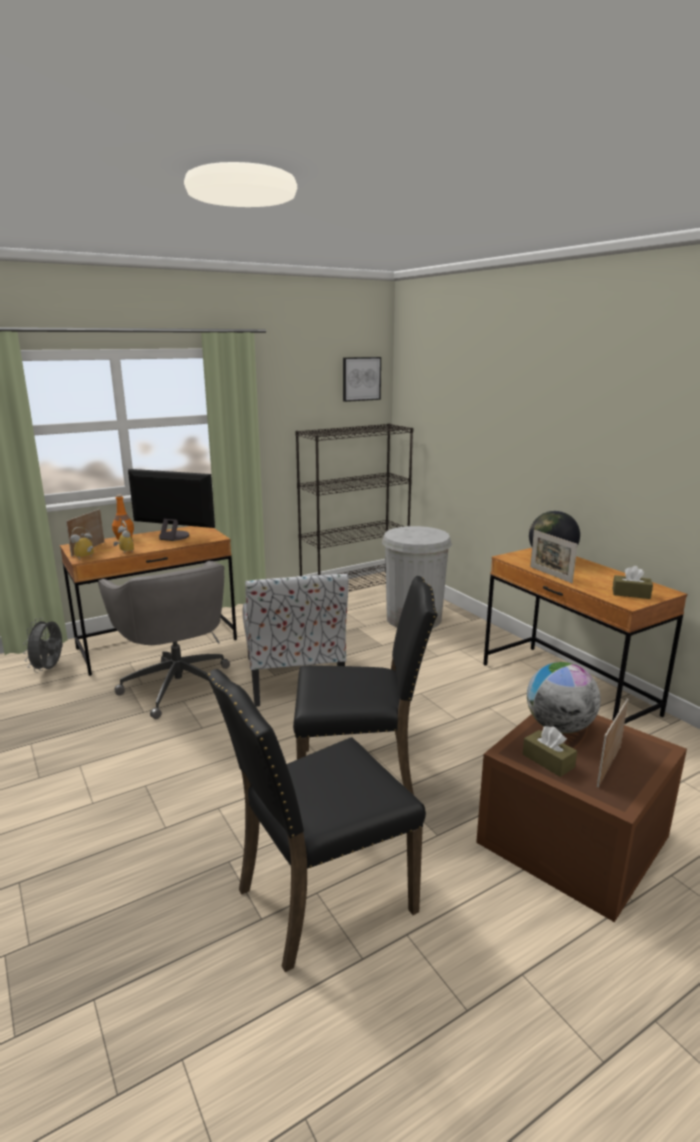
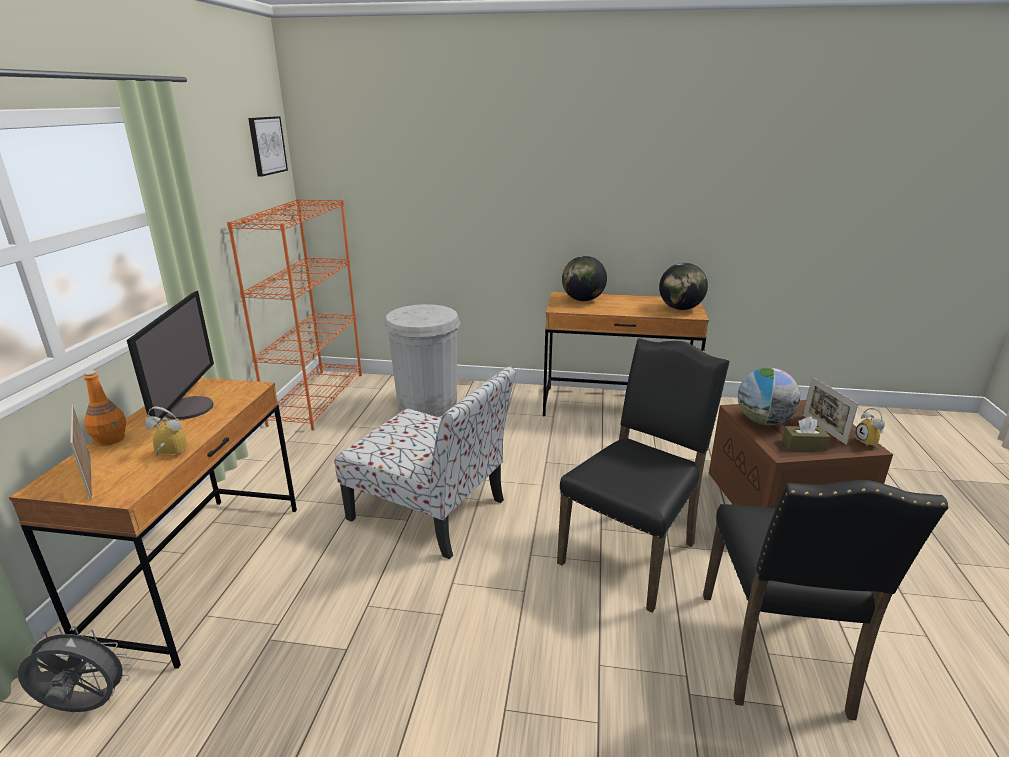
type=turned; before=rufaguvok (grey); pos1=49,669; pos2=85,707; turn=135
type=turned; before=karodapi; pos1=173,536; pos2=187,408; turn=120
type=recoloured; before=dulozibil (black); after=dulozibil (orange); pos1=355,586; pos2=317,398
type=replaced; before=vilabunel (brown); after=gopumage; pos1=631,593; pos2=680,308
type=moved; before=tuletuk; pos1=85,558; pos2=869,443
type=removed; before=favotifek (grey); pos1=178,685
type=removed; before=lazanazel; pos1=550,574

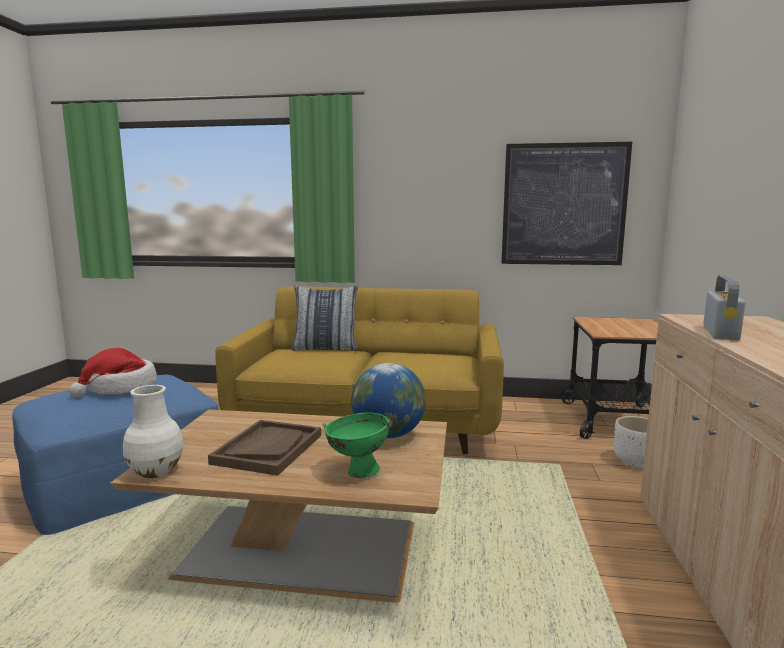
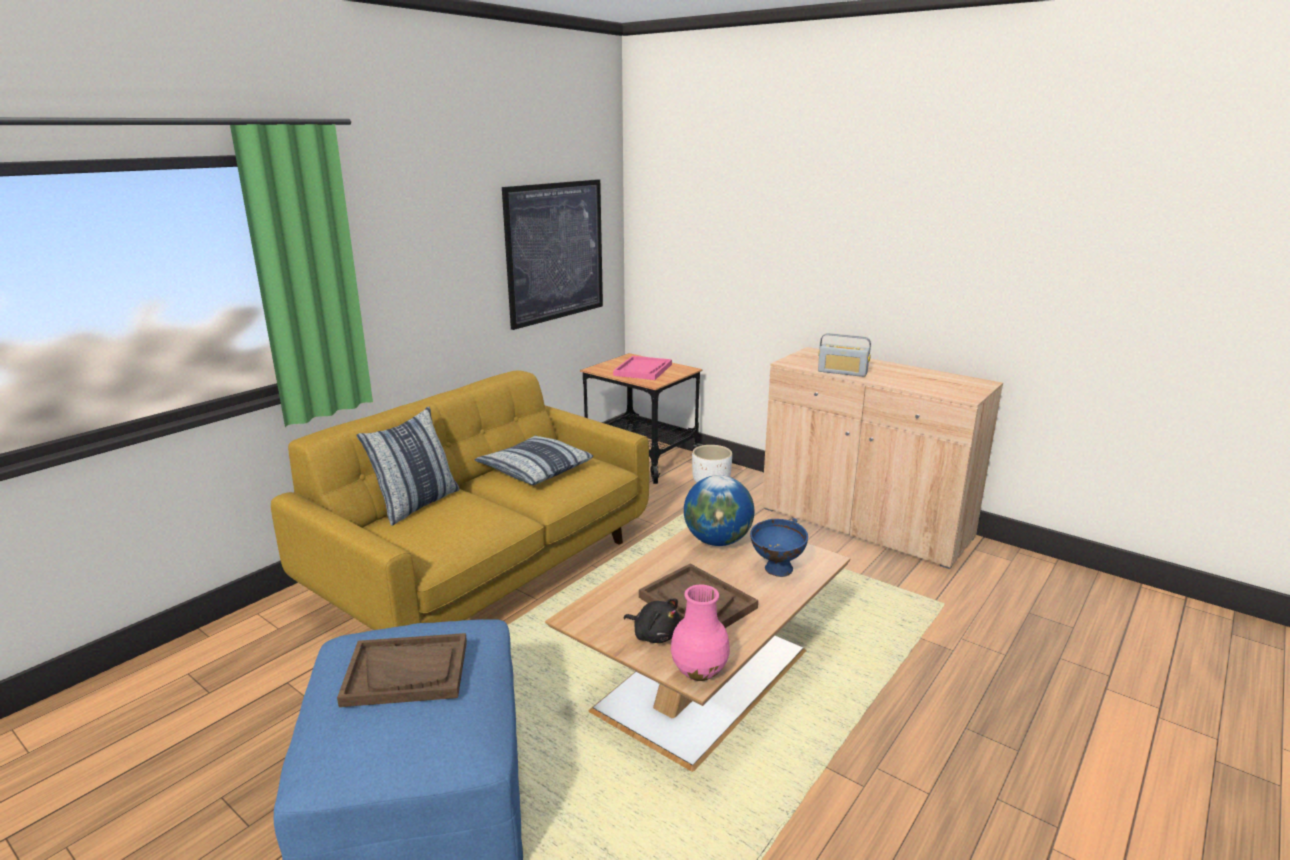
type=replaced; before=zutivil; after=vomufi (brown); pos1=120,388; pos2=407,672
type=added; after=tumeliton; pos2=535,470
type=added; after=vomufi (pink); pos2=643,370
type=added; after=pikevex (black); pos2=655,635
type=recoloured; before=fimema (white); after=fimema (pink); pos1=155,471; pos2=698,671
type=recoloured; before=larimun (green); after=larimun (blue); pos1=356,471; pos2=776,572
type=turned; before=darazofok; pos1=720,332; pos2=842,372; turn=150

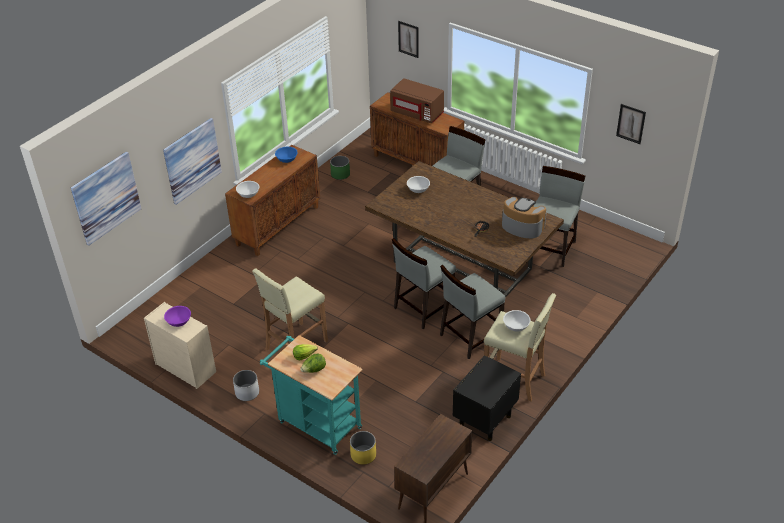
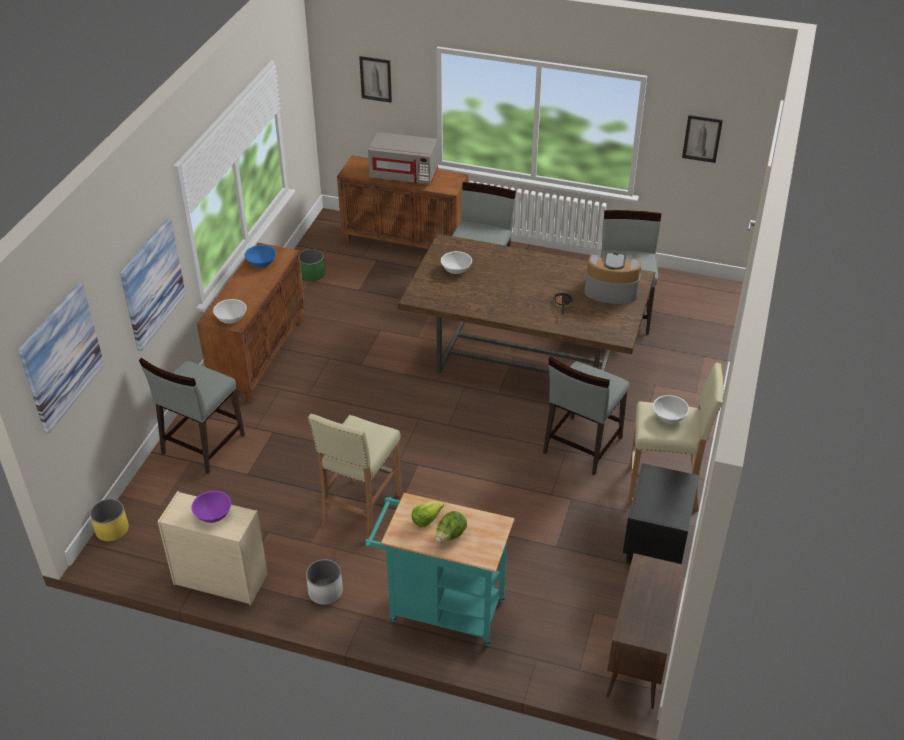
type=moved; before=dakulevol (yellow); pos1=363,455; pos2=112,530
type=moved; before=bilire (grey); pos1=423,307; pos2=202,445
type=recoloured; before=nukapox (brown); after=nukapox (grey); pos1=417,113; pos2=404,175

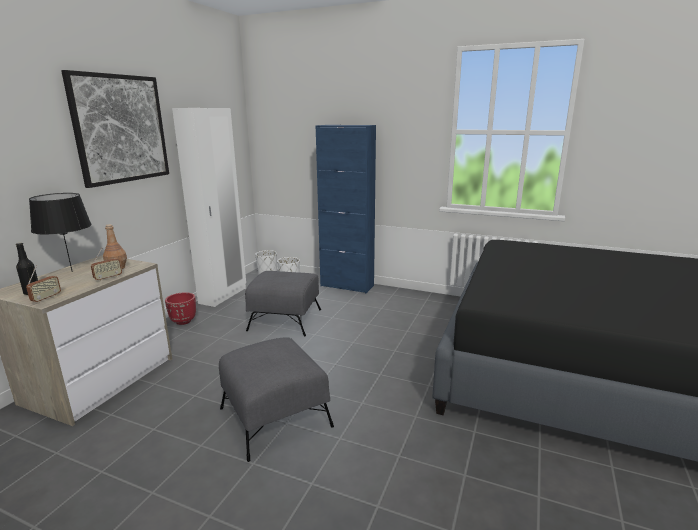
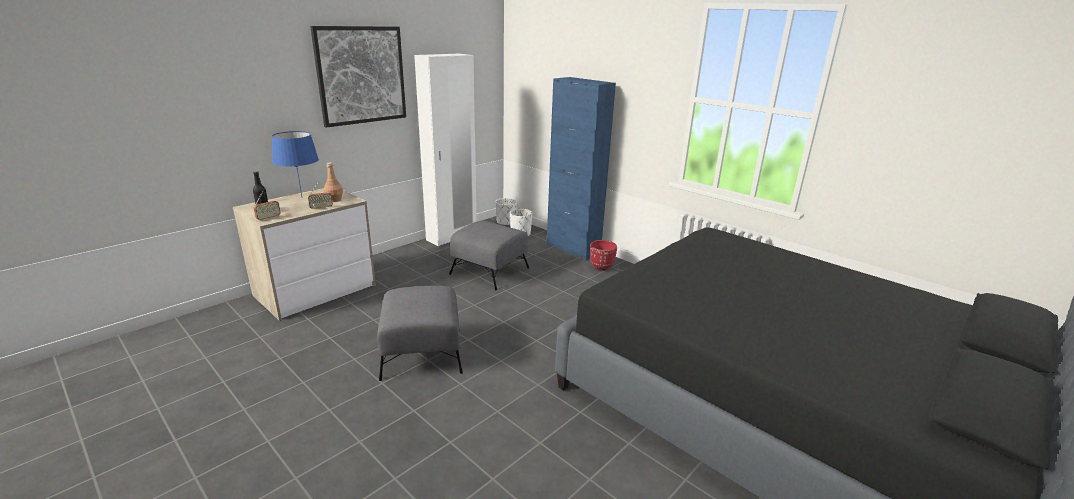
type=recoloured; before=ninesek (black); after=ninesek (blue); pos1=71,271; pos2=301,197
type=moved; before=dakulevol (red); pos1=183,321; pos2=601,267

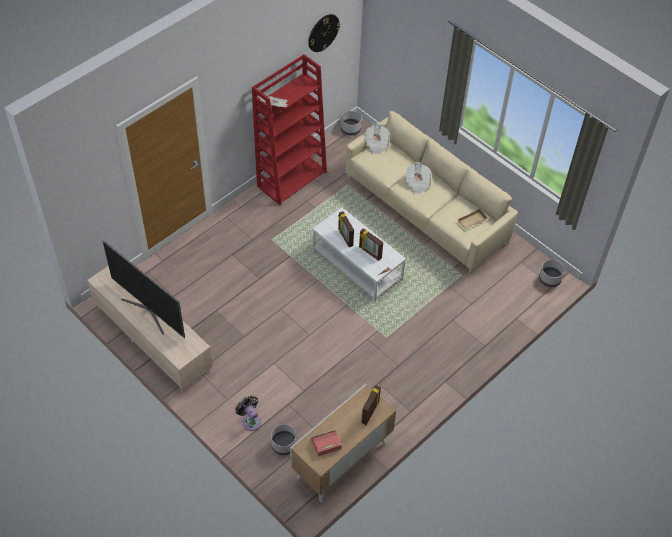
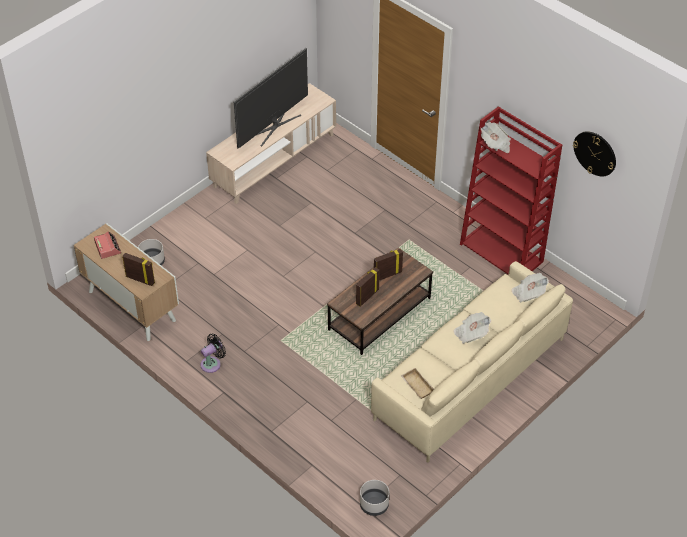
type=moved; before=rufaguvok (black); pos1=250,421; pos2=212,363
type=recoloured; before=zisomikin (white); after=zisomikin (brown); pos1=358,265; pos2=379,314
type=removed; before=dakulevol (grey); pos1=350,129

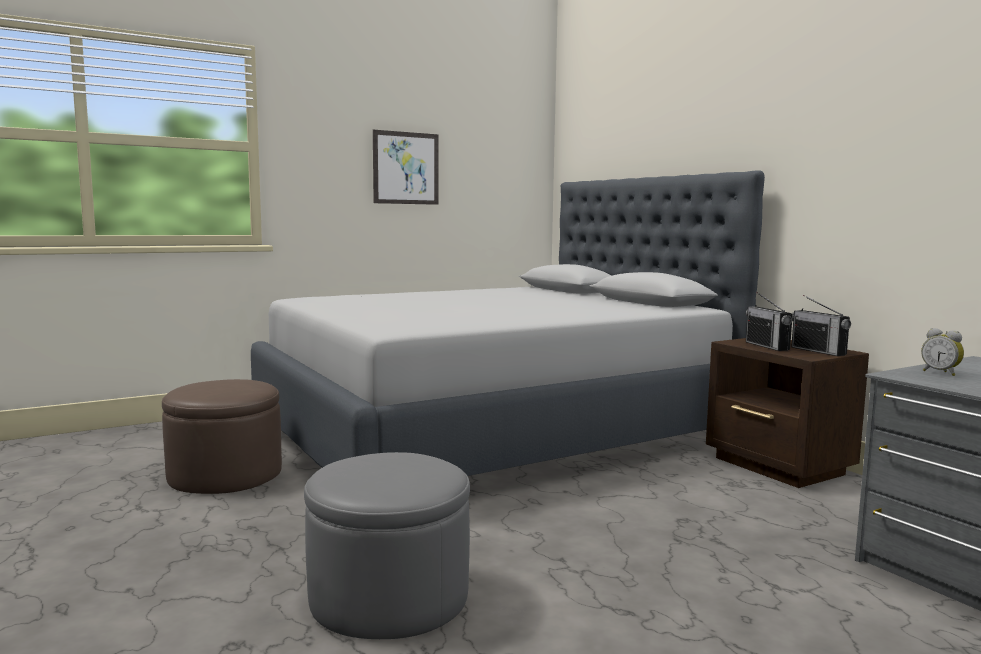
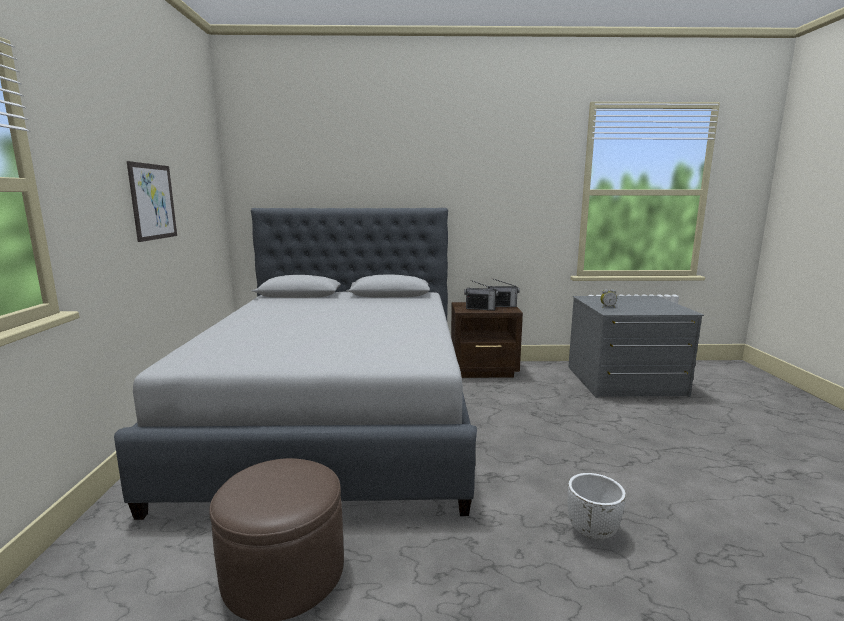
type=replaced; before=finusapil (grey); after=dakulevol (white); pos1=389,596; pos2=592,532

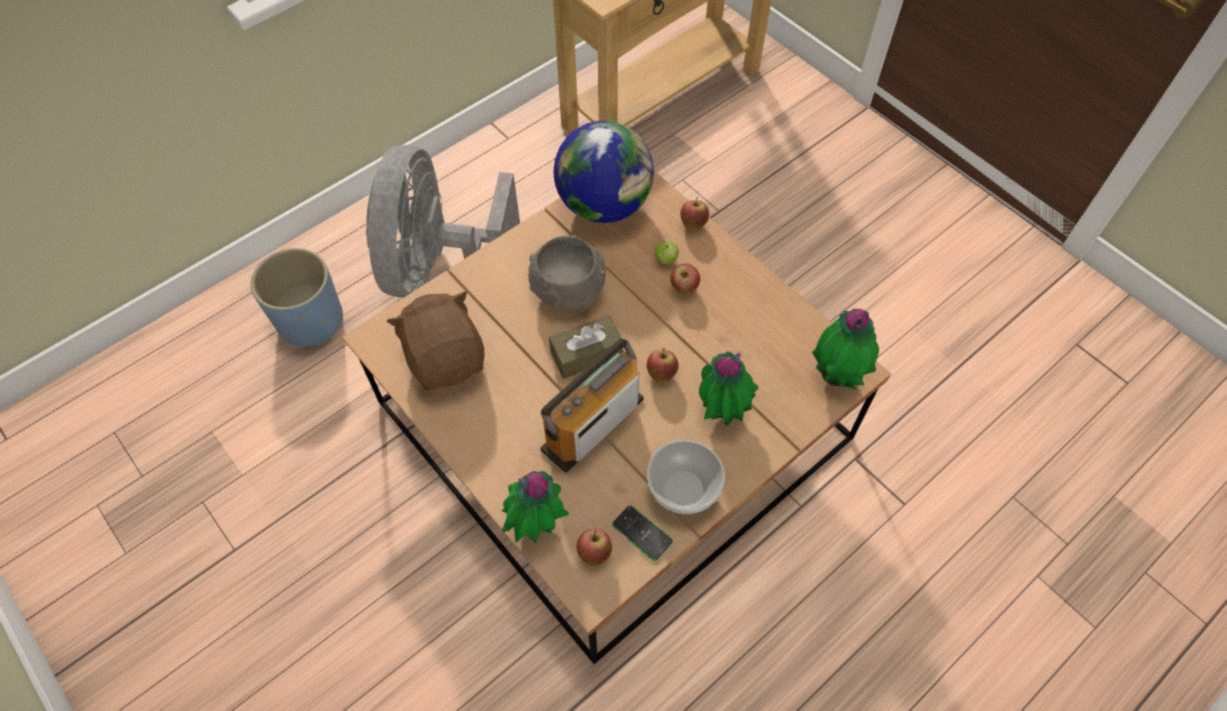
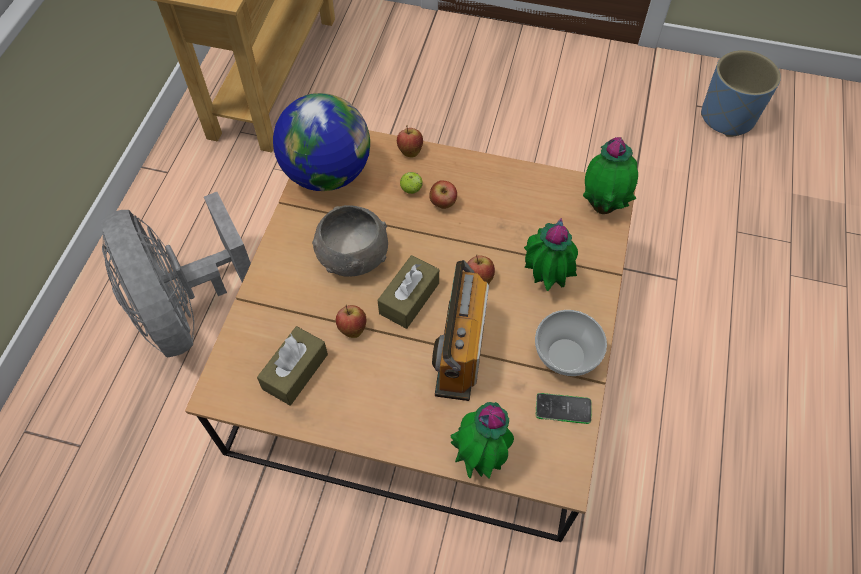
type=replaced; before=pikevex (brown); after=vilabunel (brown); pos1=446,358; pos2=295,371
type=moved; before=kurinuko; pos1=594,553; pos2=352,328
type=moved; before=dakulevol (blue); pos1=311,321; pos2=728,117

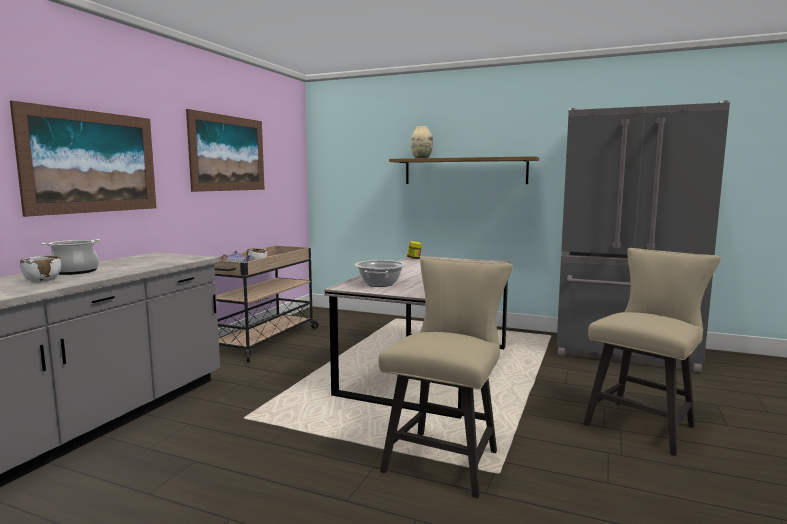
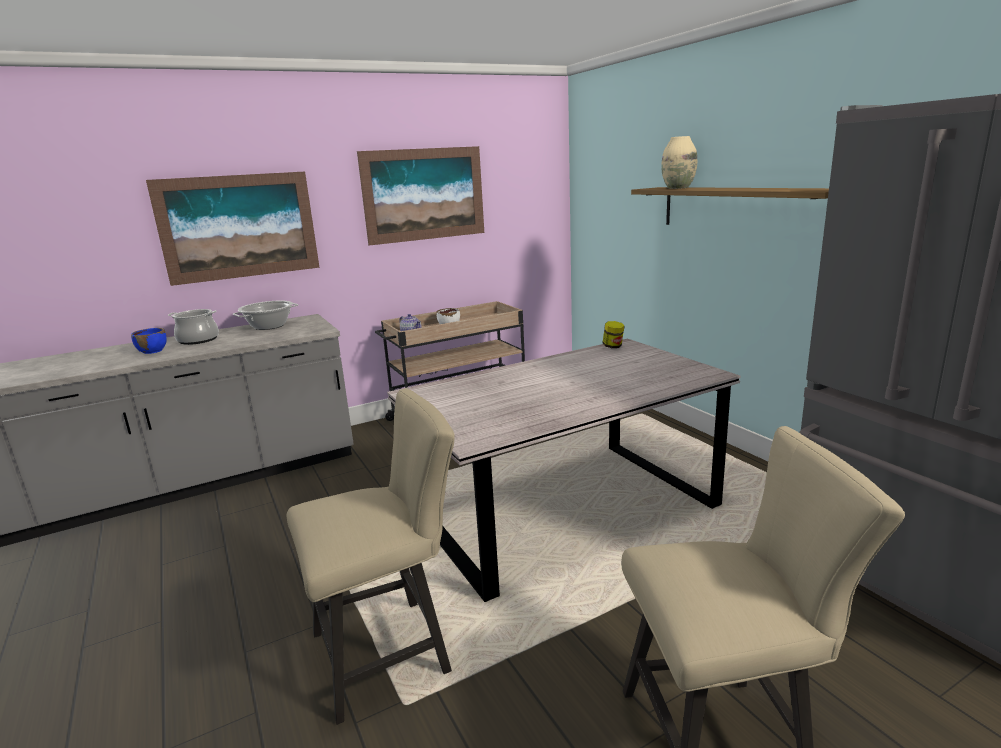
type=recoloured; before=larimun (white); after=larimun (blue); pos1=43,280; pos2=152,351
type=moved; before=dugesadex; pos1=380,284; pos2=269,326

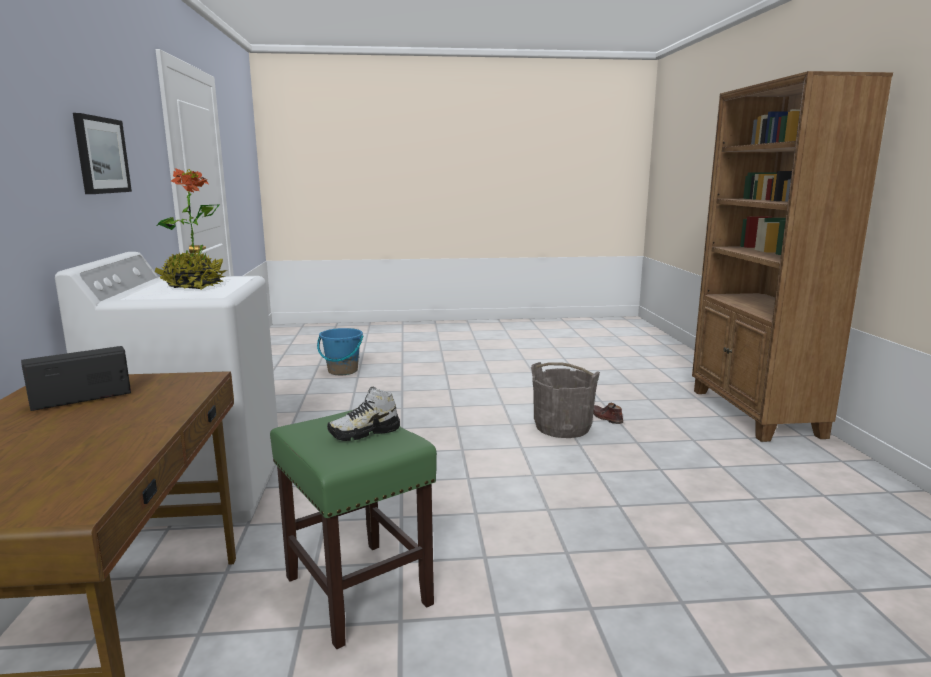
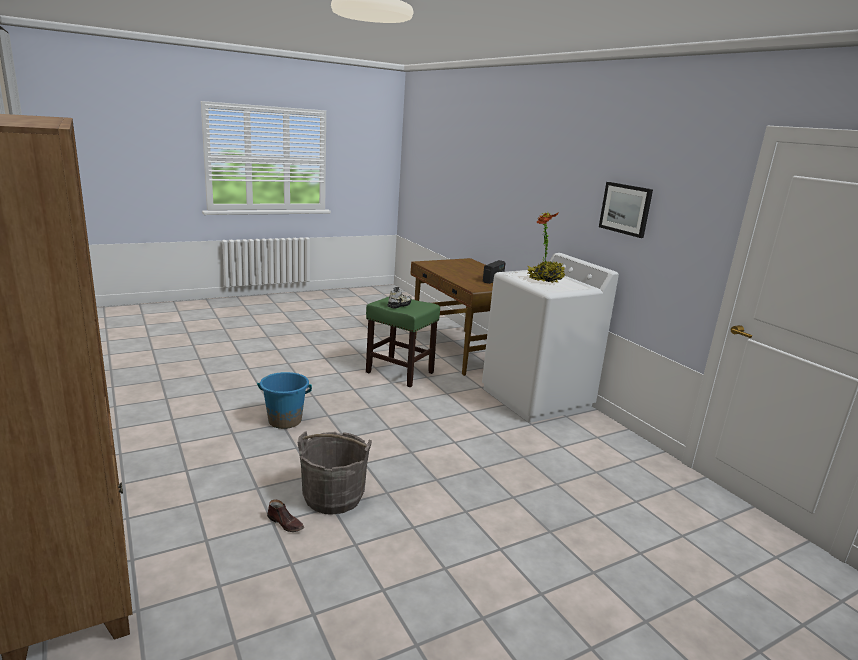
type=moved; before=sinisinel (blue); pos1=342,371; pos2=285,421

